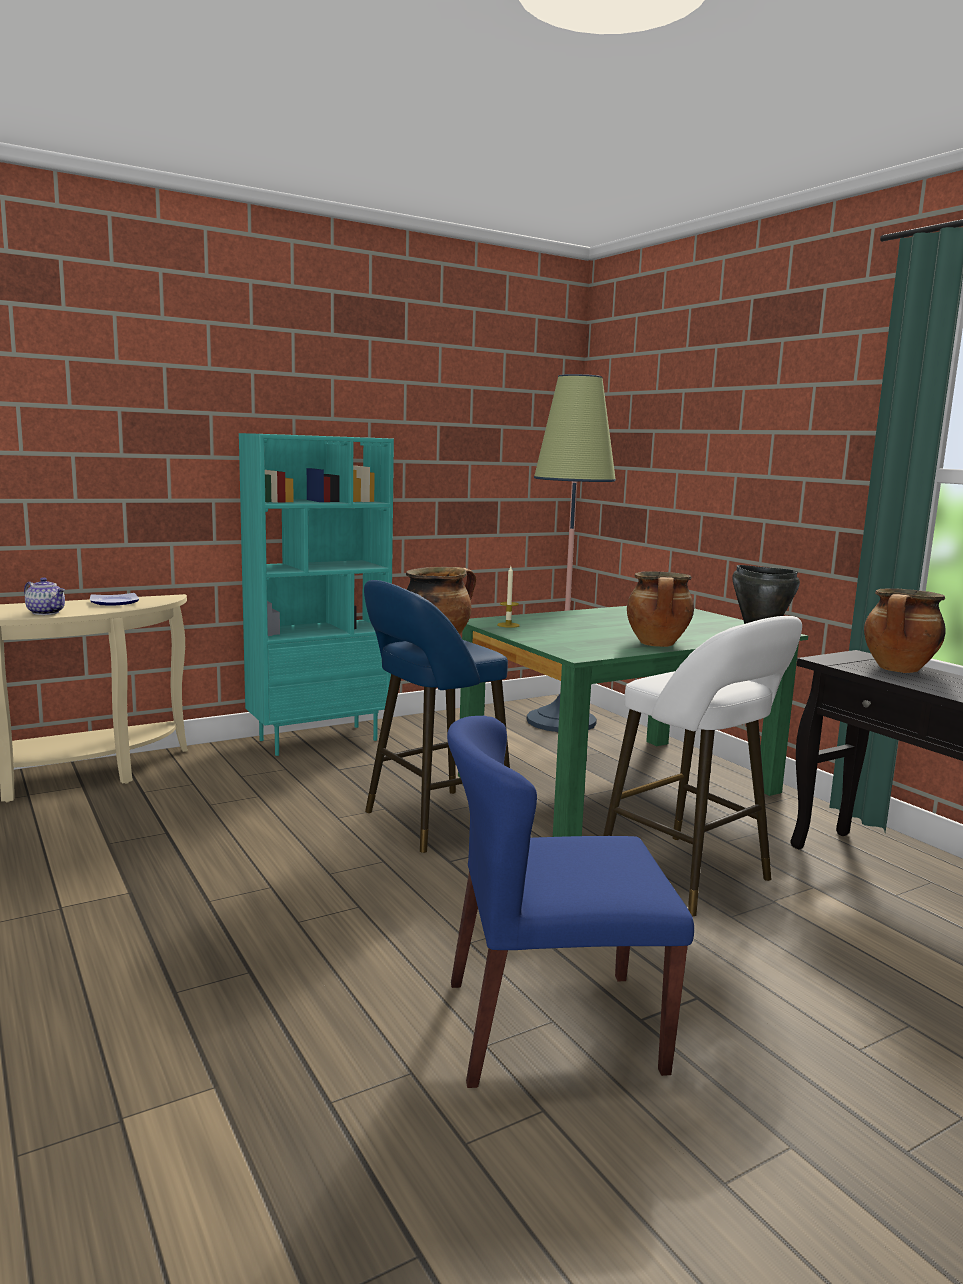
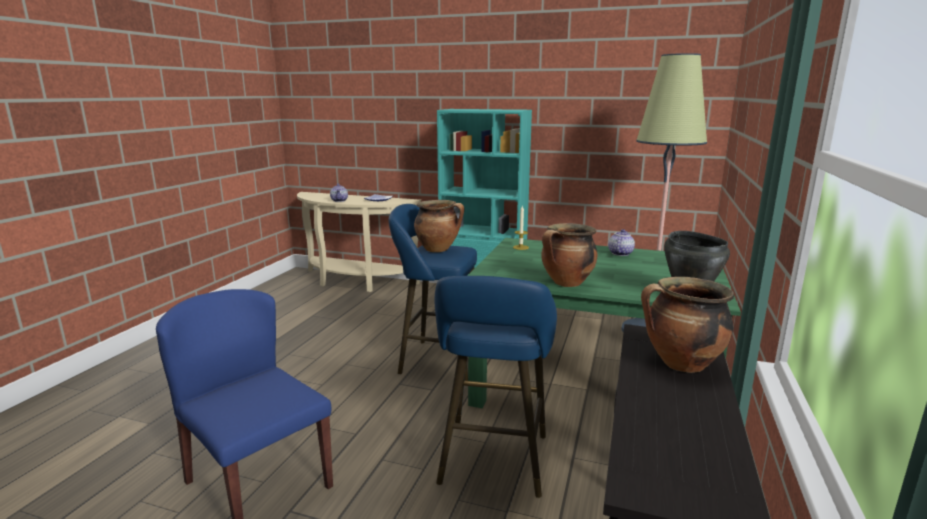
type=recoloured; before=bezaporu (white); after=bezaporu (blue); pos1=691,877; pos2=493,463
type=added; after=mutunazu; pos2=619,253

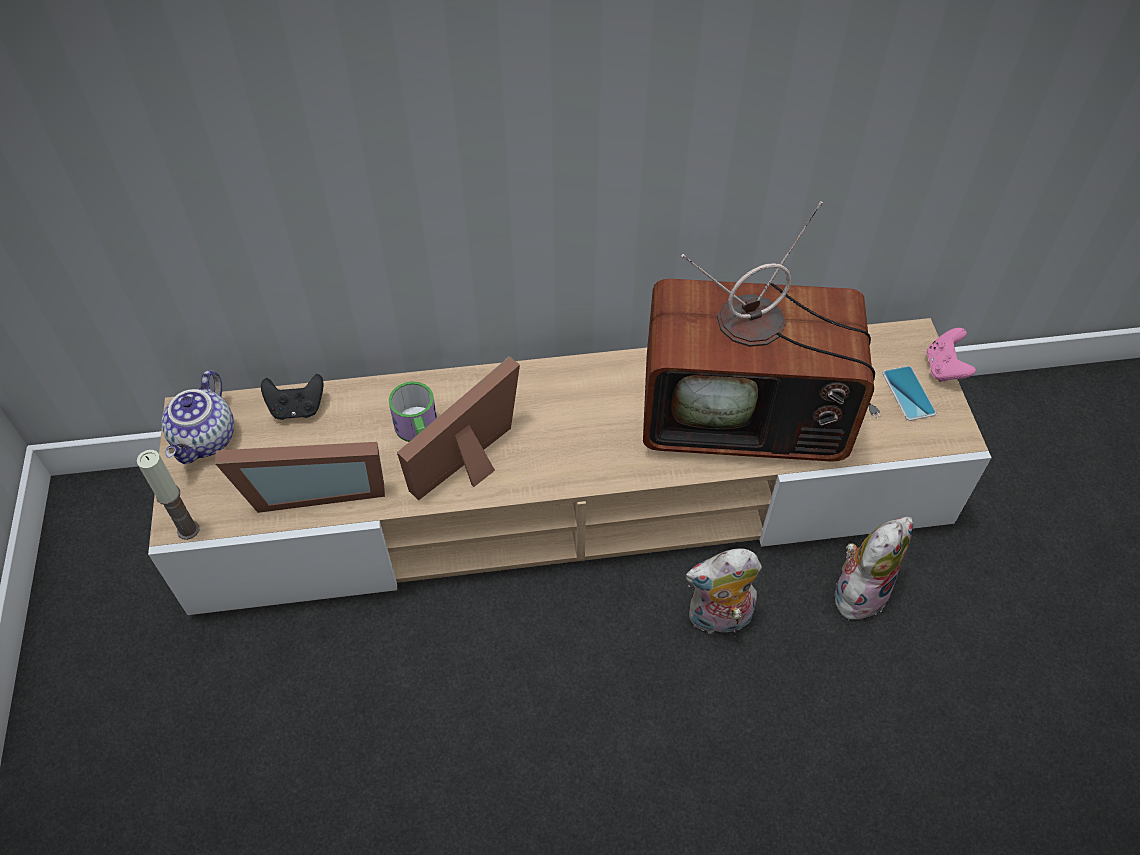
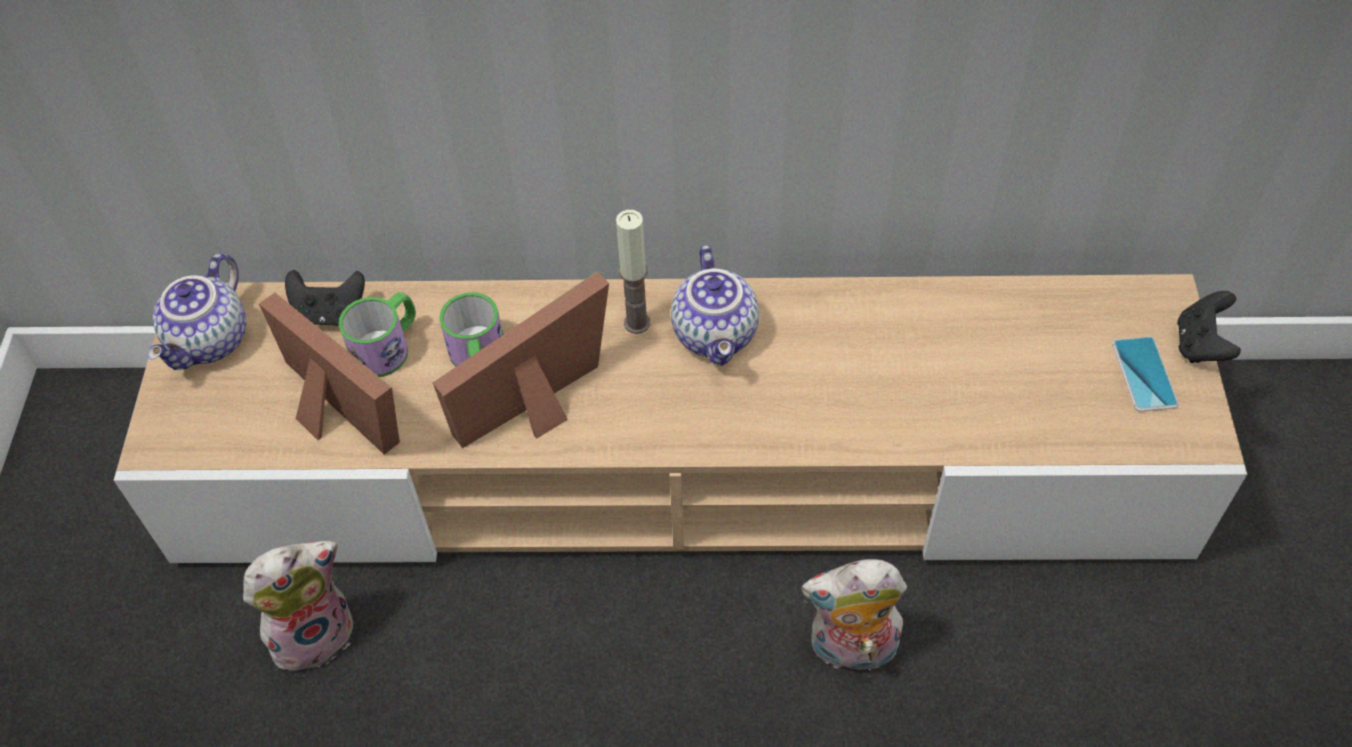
type=moved; before=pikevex; pos1=859,590; pos2=314,632
type=turned; before=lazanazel; pos1=314,487; pos2=333,417; turn=-135
type=added; after=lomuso; pos2=387,347
type=moved; before=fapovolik; pos1=188,530; pos2=637,323
type=added; after=mutunazu; pos2=717,335
type=recoloured; before=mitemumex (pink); after=mitemumex (black); pos1=944,368; pos2=1200,345
type=removed; before=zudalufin; pos1=748,413

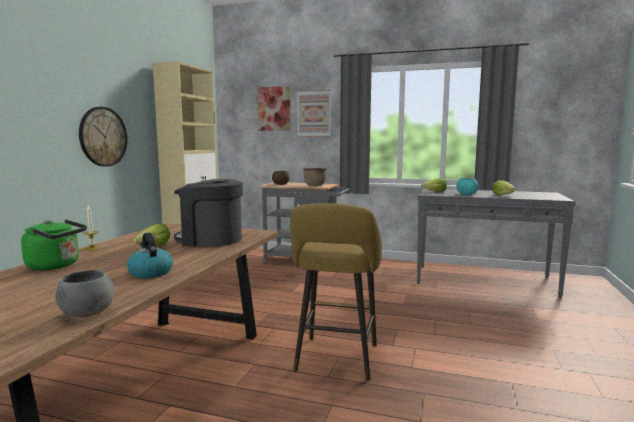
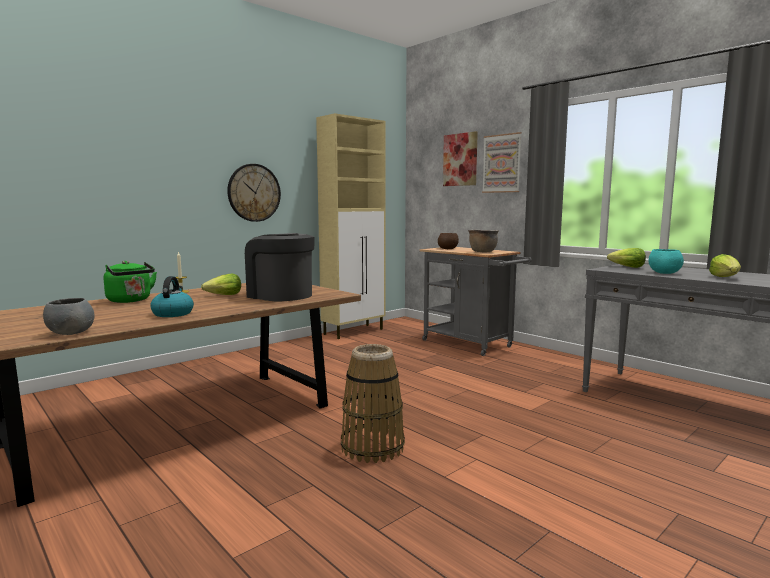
type=replaced; before=bezaporu (yellow); after=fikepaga; pos1=336,360; pos2=372,447

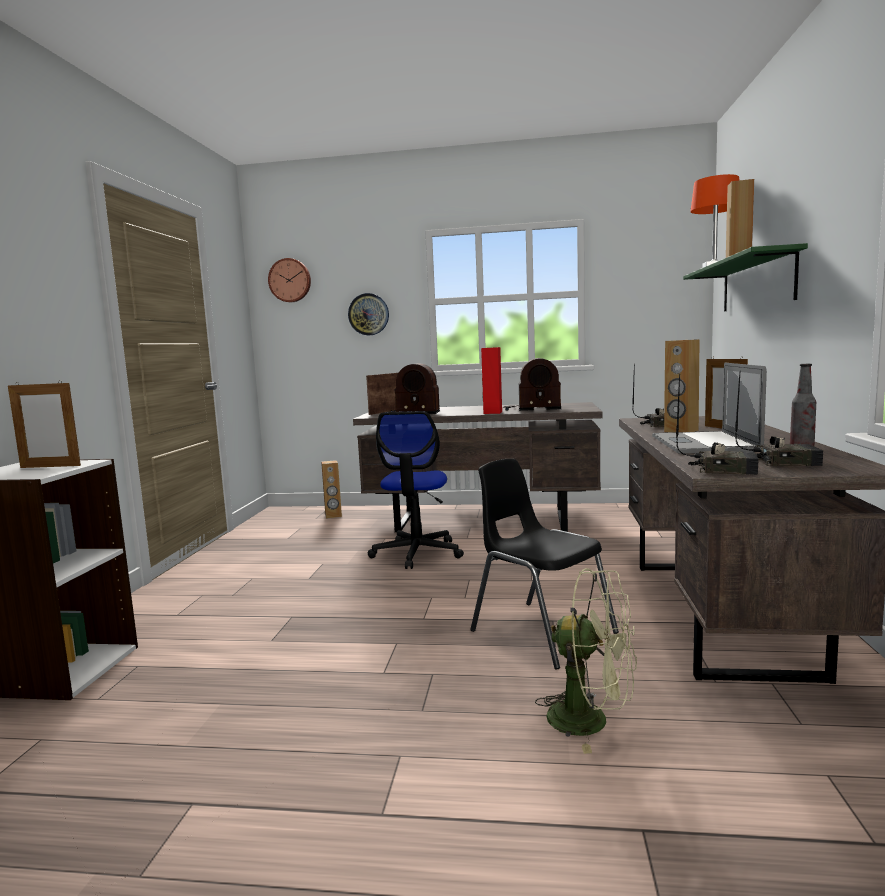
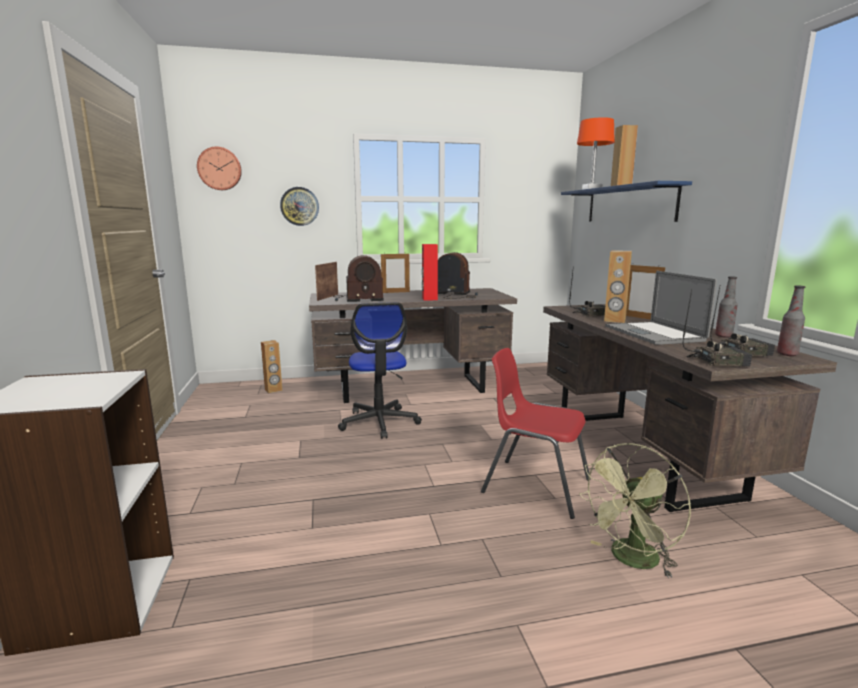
type=moved; before=lazanazel; pos1=50,466; pos2=395,292
type=turned; before=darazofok; pos1=531,409; pos2=455,295; turn=-150
type=recoloured; before=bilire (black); after=bilire (red); pos1=541,631; pos2=534,486
type=recoloured; before=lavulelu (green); after=lavulelu (blue); pos1=756,284; pos2=629,204
type=turned; before=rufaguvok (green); pos1=591,721; pos2=631,560; turn=135
type=added; after=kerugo; pos2=787,354

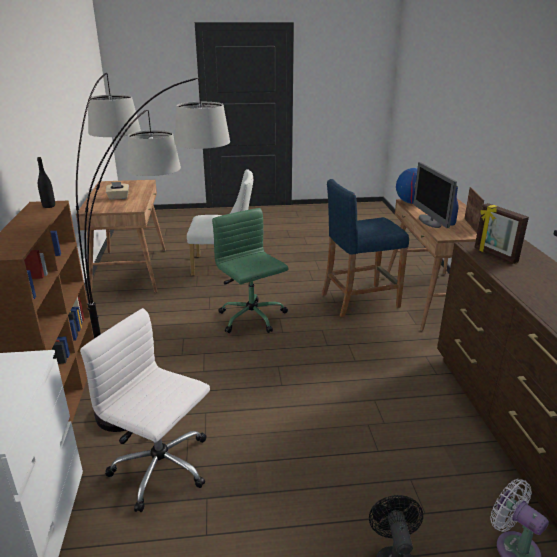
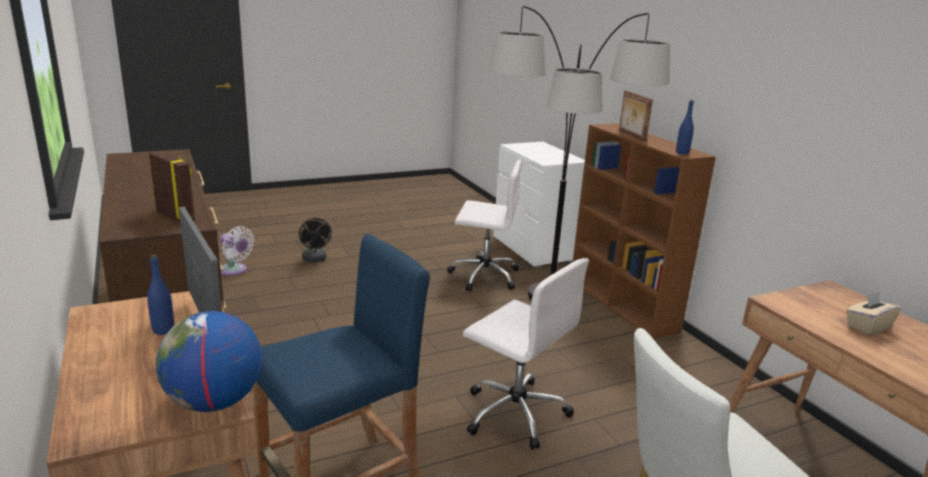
type=recoloured; before=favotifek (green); after=favotifek (white); pos1=252,318; pos2=514,412
type=moved; before=lazanazel; pos1=471,225; pos2=631,136
type=recoloured; before=kerugo (black); after=kerugo (blue); pos1=49,206; pos2=682,153

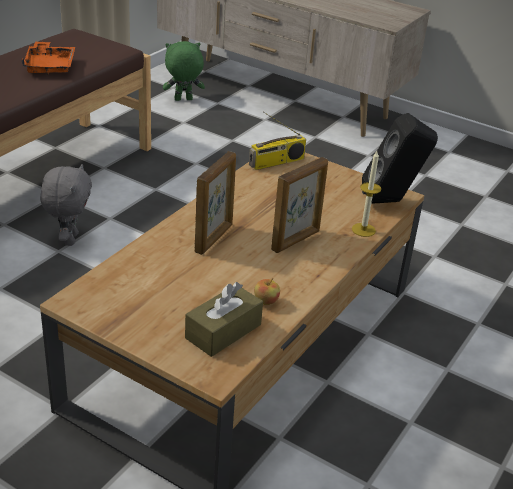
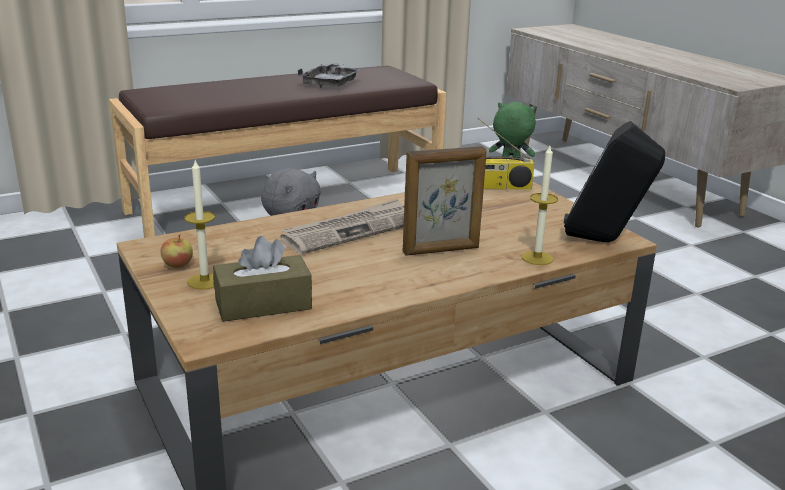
type=moved; before=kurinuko; pos1=266,301; pos2=178,265
type=added; after=fapovolik; pos2=204,281
type=replaced; before=lazanazel; after=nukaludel; pos1=214,238; pos2=350,230
type=recoloured; before=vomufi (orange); after=vomufi (grey); pos1=50,66; pos2=331,83

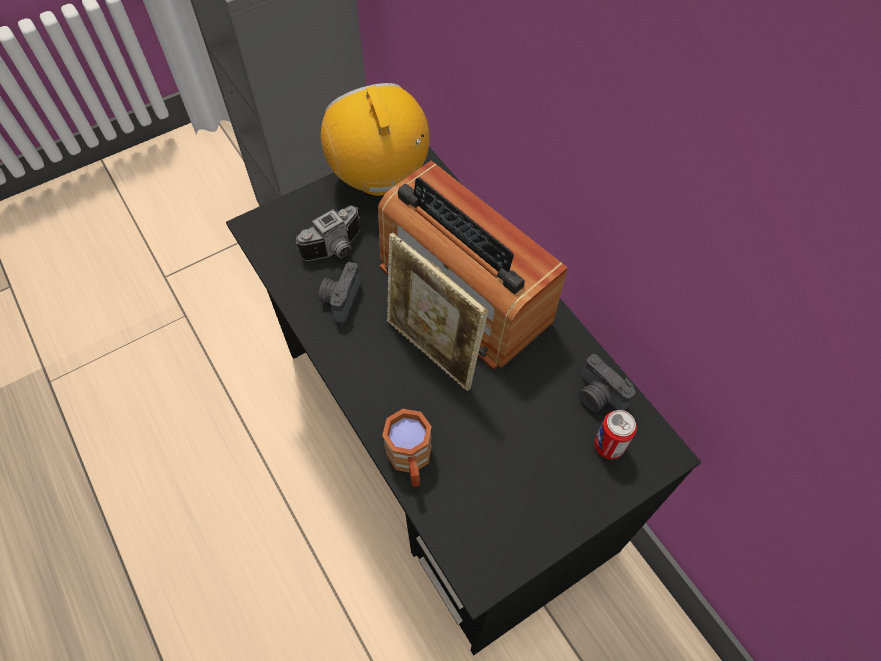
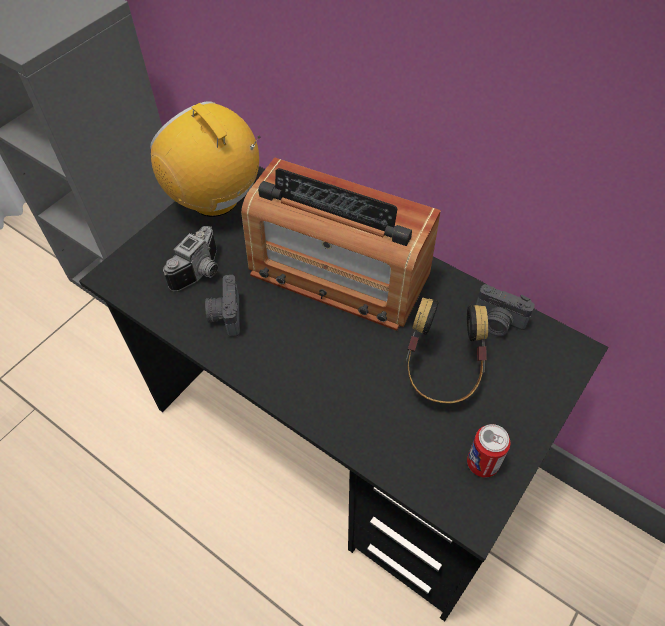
type=added; after=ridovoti; pos2=442,371
type=moved; before=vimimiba; pos1=609,445; pos2=482,463
type=removed; before=lomuso (brown); pos1=411,461
type=removed; before=lazanazel; pos1=432,351

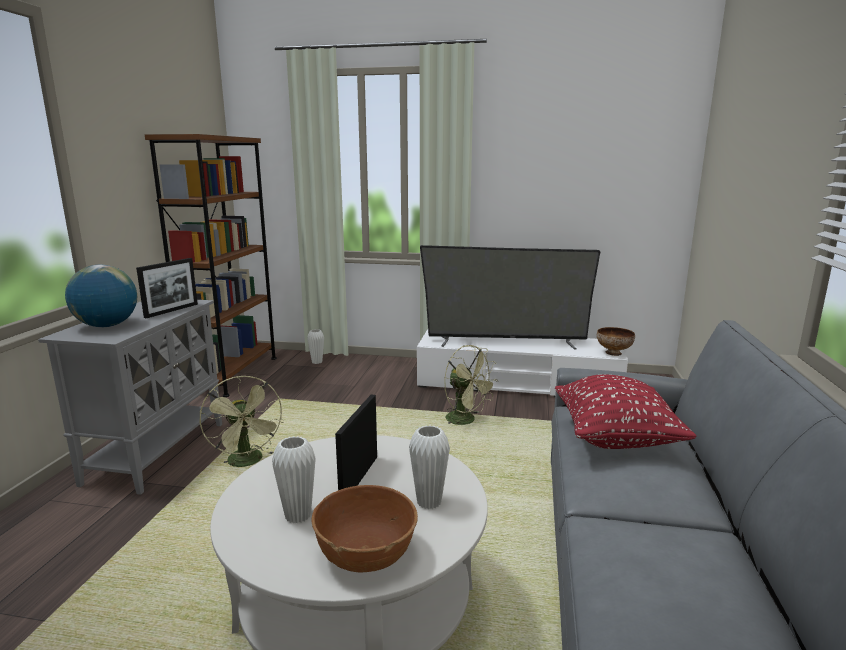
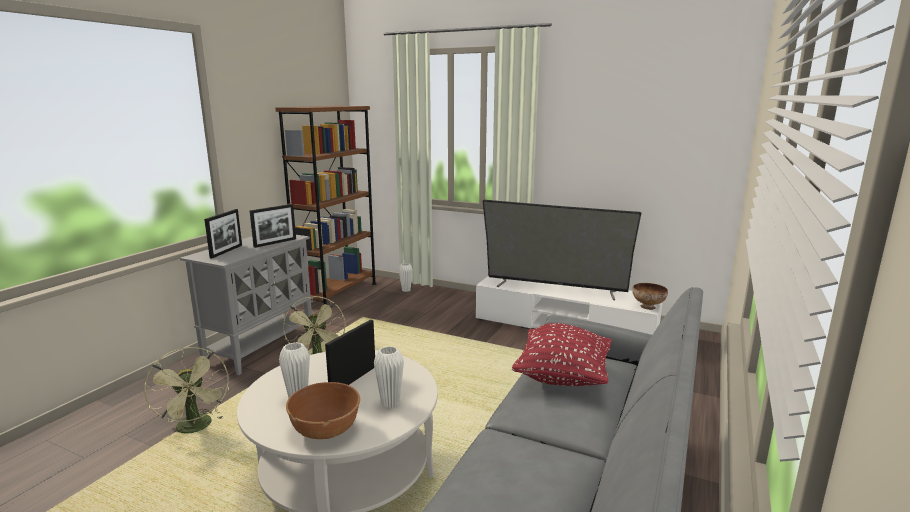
type=moved; before=rufaguvok (green); pos1=466,421; pos2=196,428
type=replaced; before=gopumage; after=lazanazel; pos1=107,326; pos2=226,251

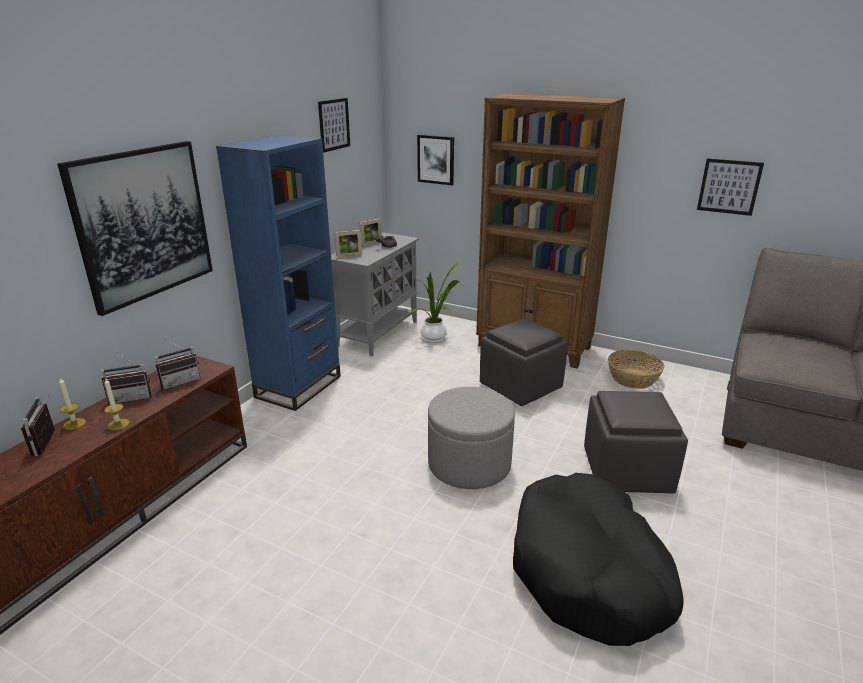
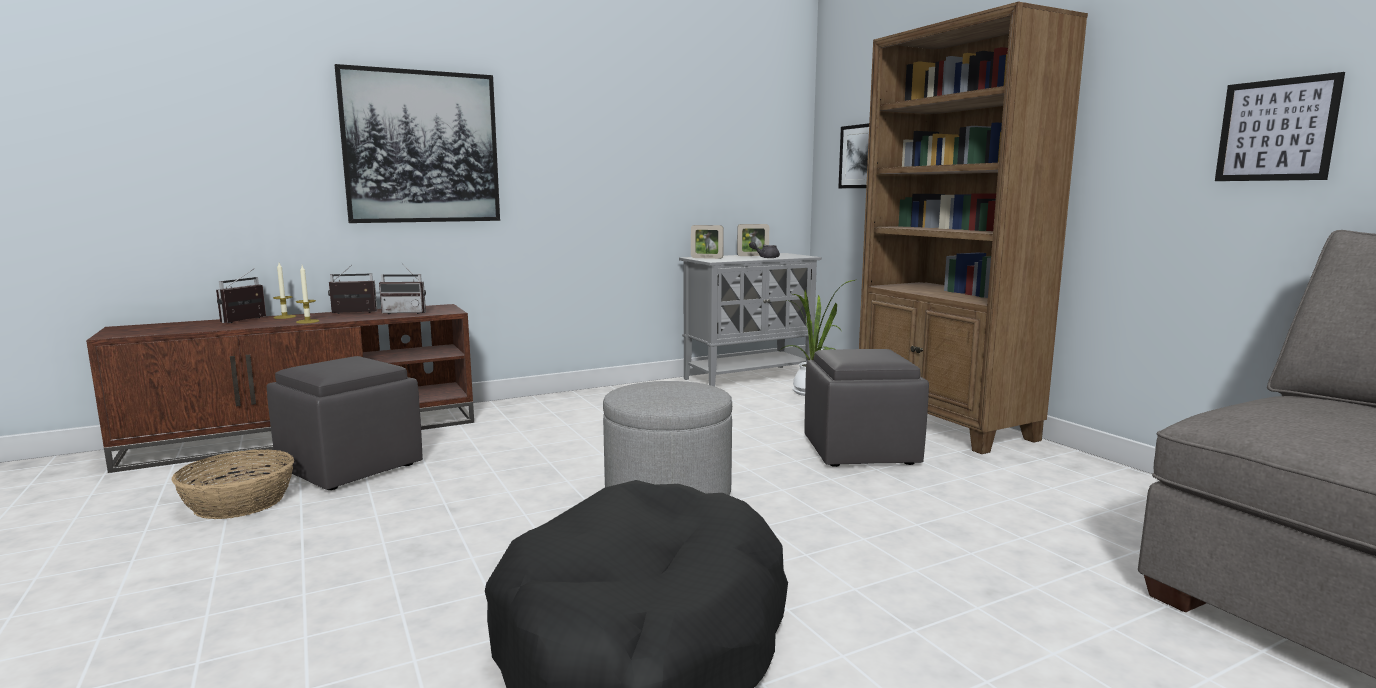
type=moved; before=fikepaga; pos1=633,378; pos2=240,503
type=moved; before=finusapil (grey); pos1=625,470; pos2=351,466
type=turned; before=darazofok; pos1=131,397; pos2=353,313; turn=150
type=removed; before=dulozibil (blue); pos1=298,387
type=removed; before=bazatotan; pos1=334,124

